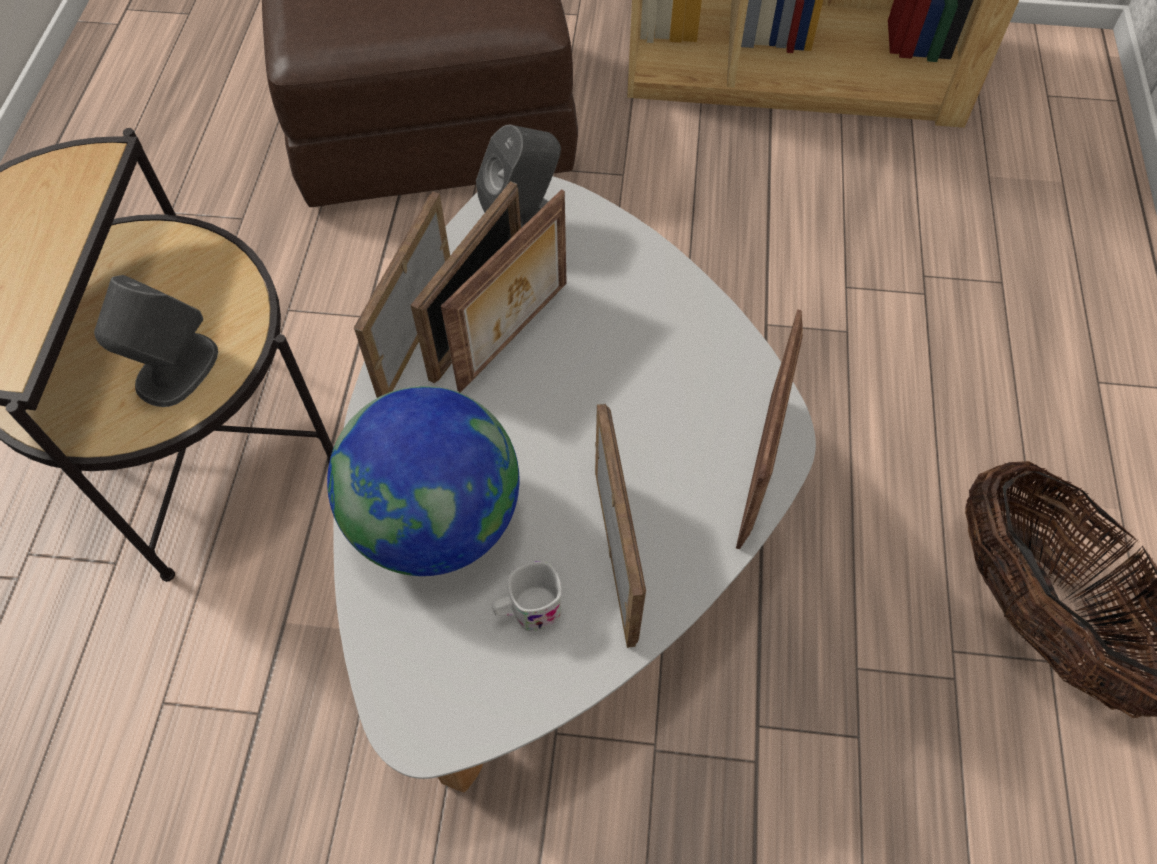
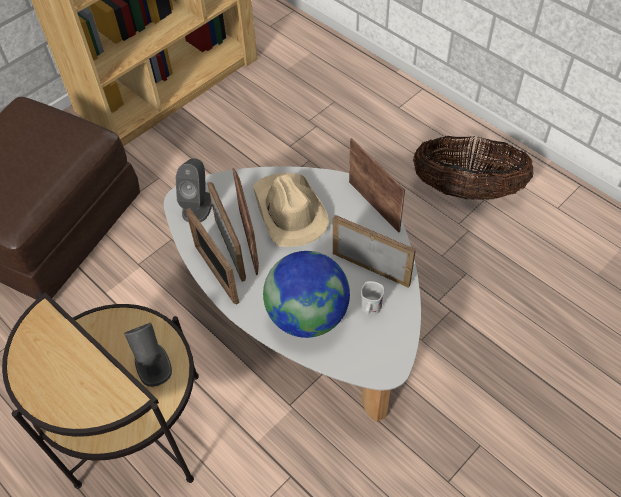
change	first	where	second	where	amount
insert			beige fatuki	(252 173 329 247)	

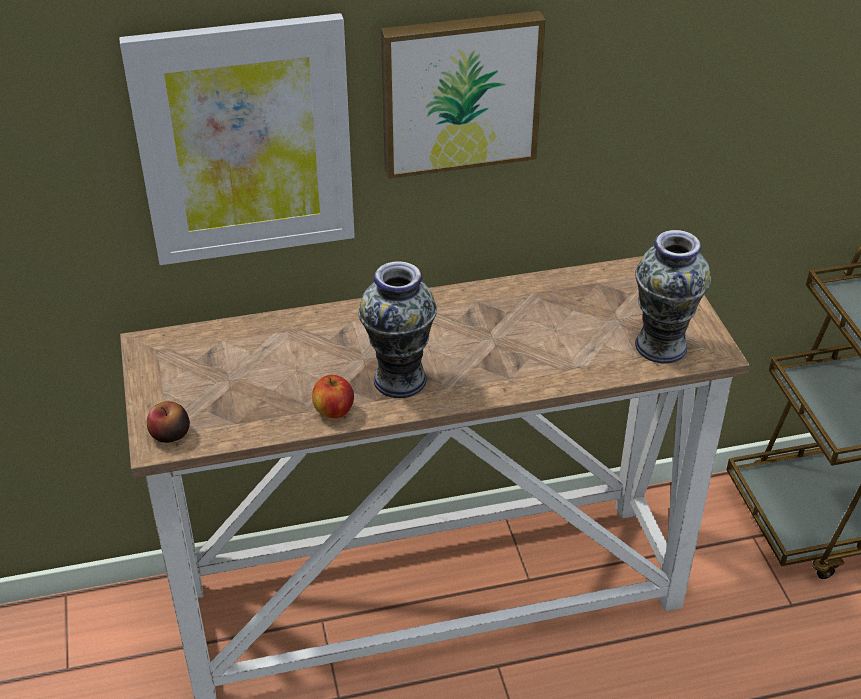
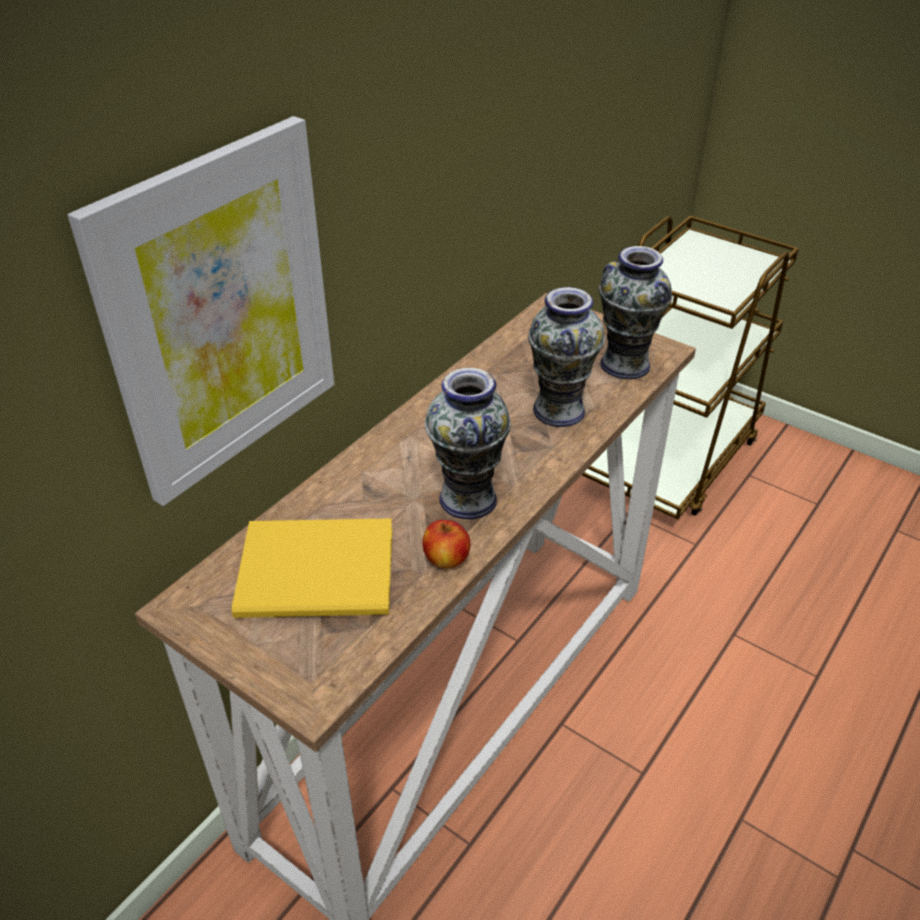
change	first	where	second	where	amount
insert			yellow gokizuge	(232 518 392 618)	
insert			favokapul	(528 287 605 427)	
delete	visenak	(147 401 190 443)			
delete	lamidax	(381 11 546 179)			

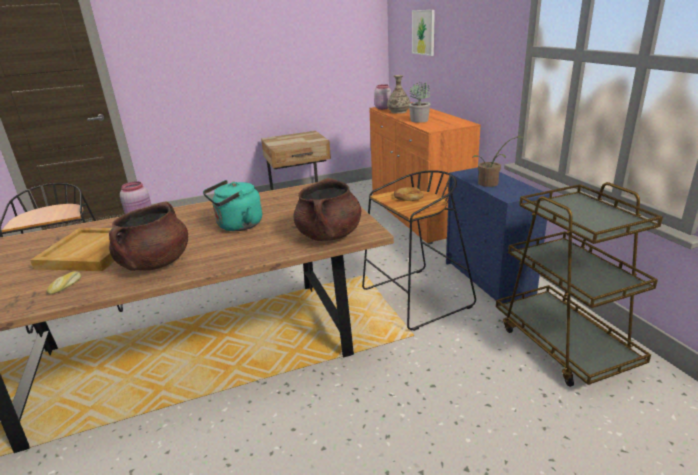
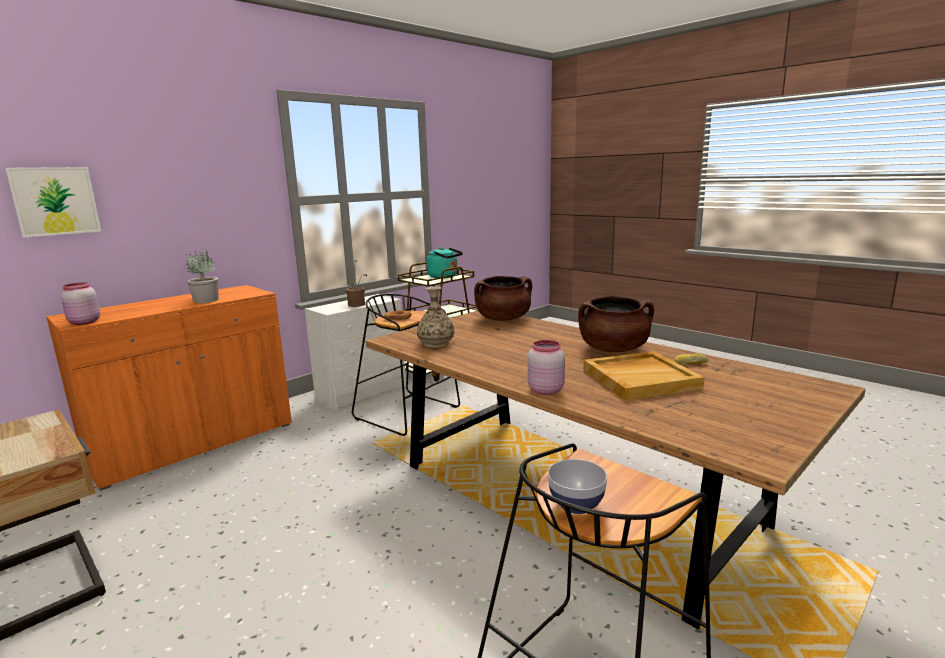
change	first	where	second	where	amount
recolor	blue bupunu	(446 167 550 305)	white bupunu	(305 294 406 411)	
move	favokapul	(387 75 410 114)		(417 287 454 348)	
move	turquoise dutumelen	(203 180 262 231)		(427 247 463 279)	
insert			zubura	(548 459 607 514)	

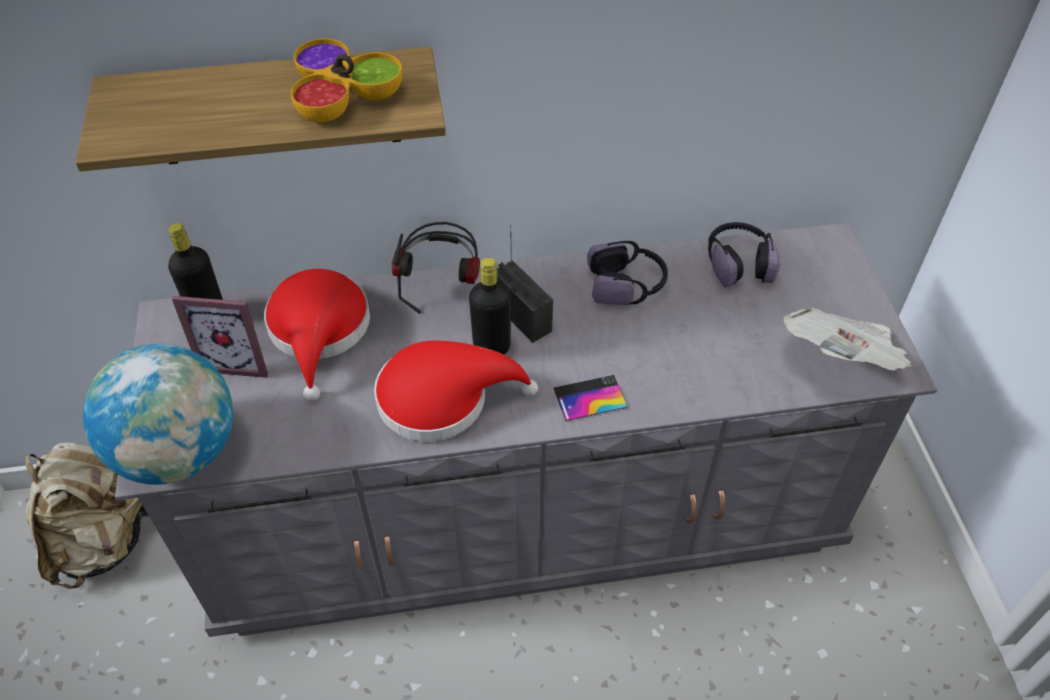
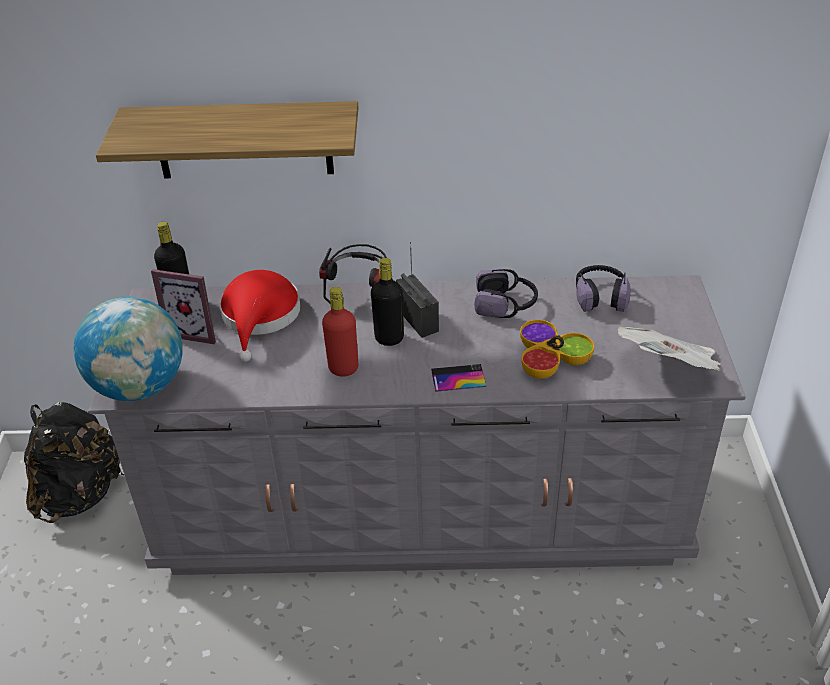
change	first	where	second	where	amount
recolor	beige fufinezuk	(26 442 148 589)	black fufinezuk	(24 402 124 523)	
replace	red fatuki	(374 341 538 442)	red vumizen	(322 287 358 376)	
move	zubura	(291 38 403 122)		(520 320 594 379)	

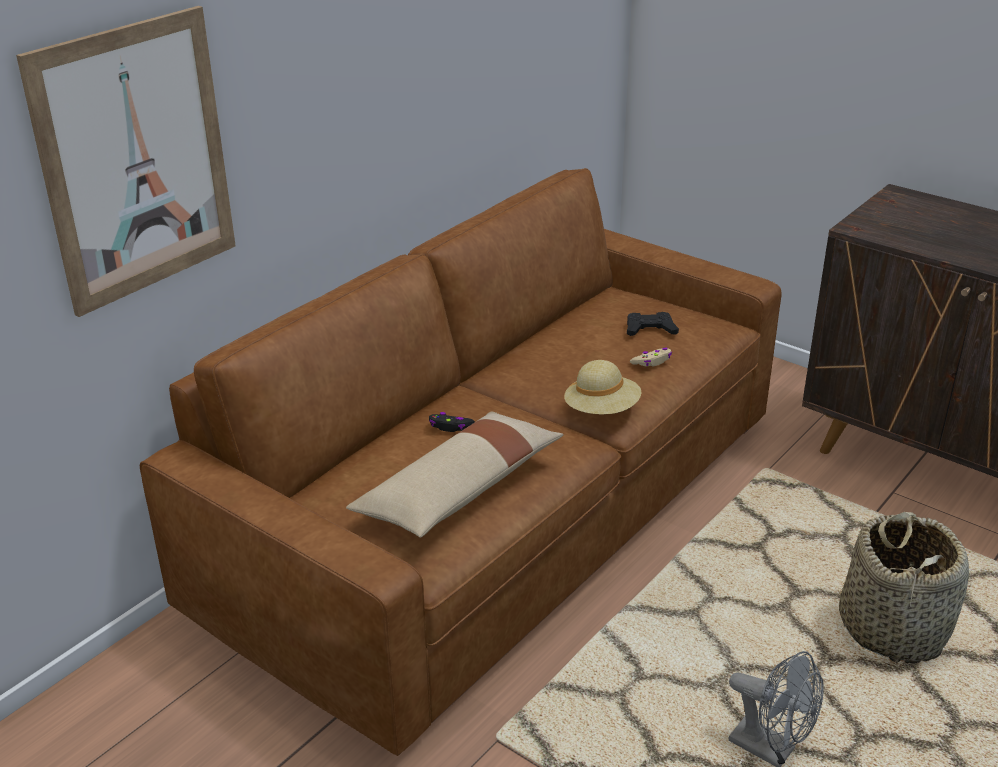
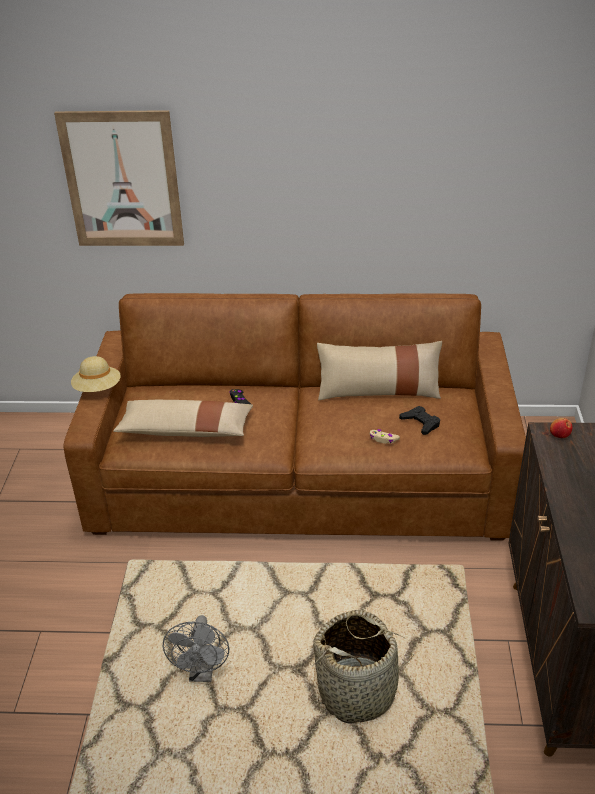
change	first	where	second	where	amount
move	beige fatuki	(564 360 641 415)		(71 356 121 392)	
insert			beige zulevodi	(317 341 442 400)	
insert			visenak	(550 418 572 438)	

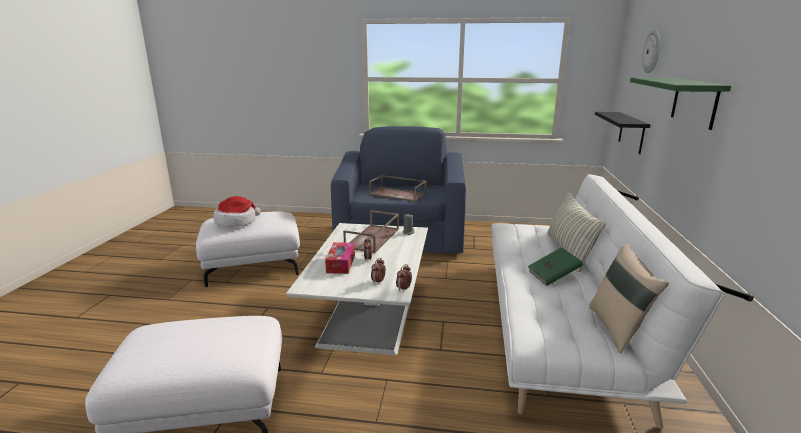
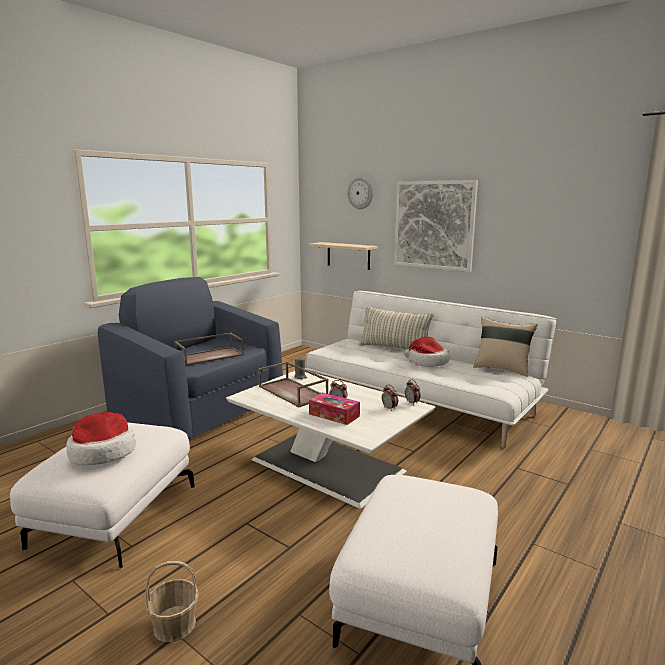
change	first	where	second	where	amount
insert			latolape	(145 561 199 642)	
recolor	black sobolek	(595 112 650 154)	beige sobolek	(309 242 378 270)	
replace	green sobolek	(630 78 731 130)	lamidax	(394 180 478 272)	
replace	green gokizuge	(528 247 583 286)	fatuki	(404 337 449 367)	

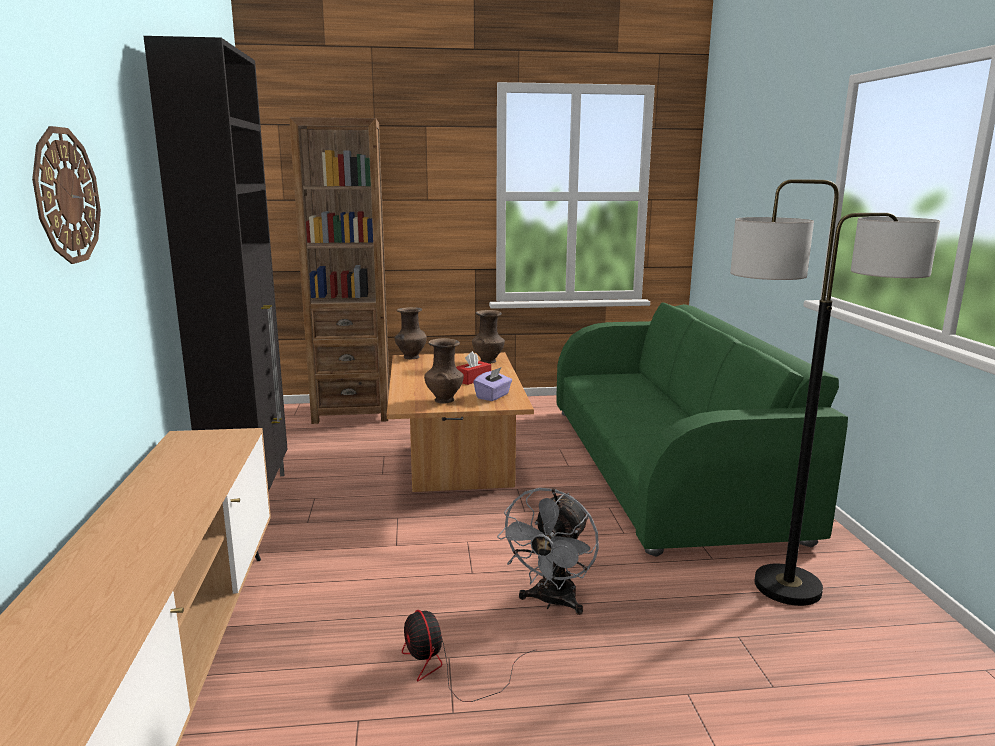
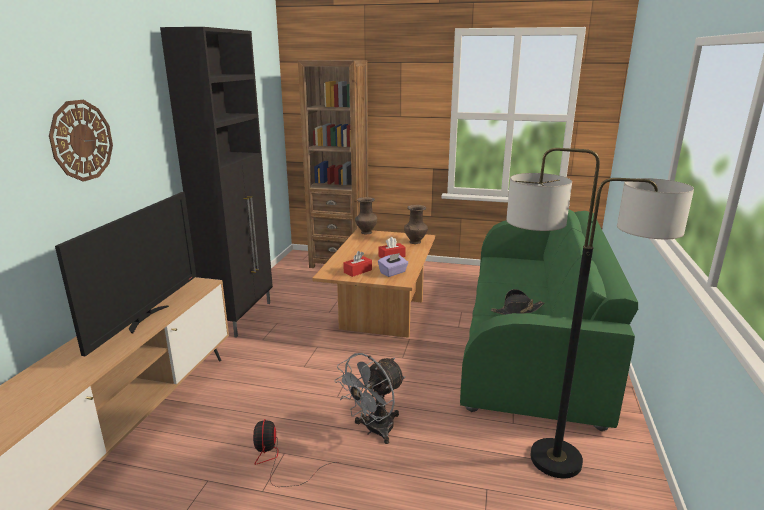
change	first	where	second	where	amount
insert			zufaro	(55 192 196 356)	
replace	brown favokapul	(424 338 464 404)	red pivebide	(343 251 372 277)	
insert			black fatuki	(491 289 544 315)	

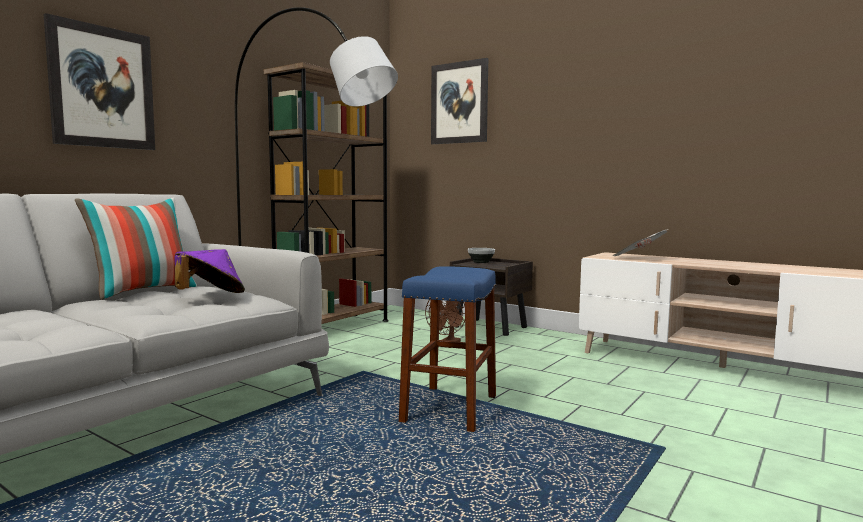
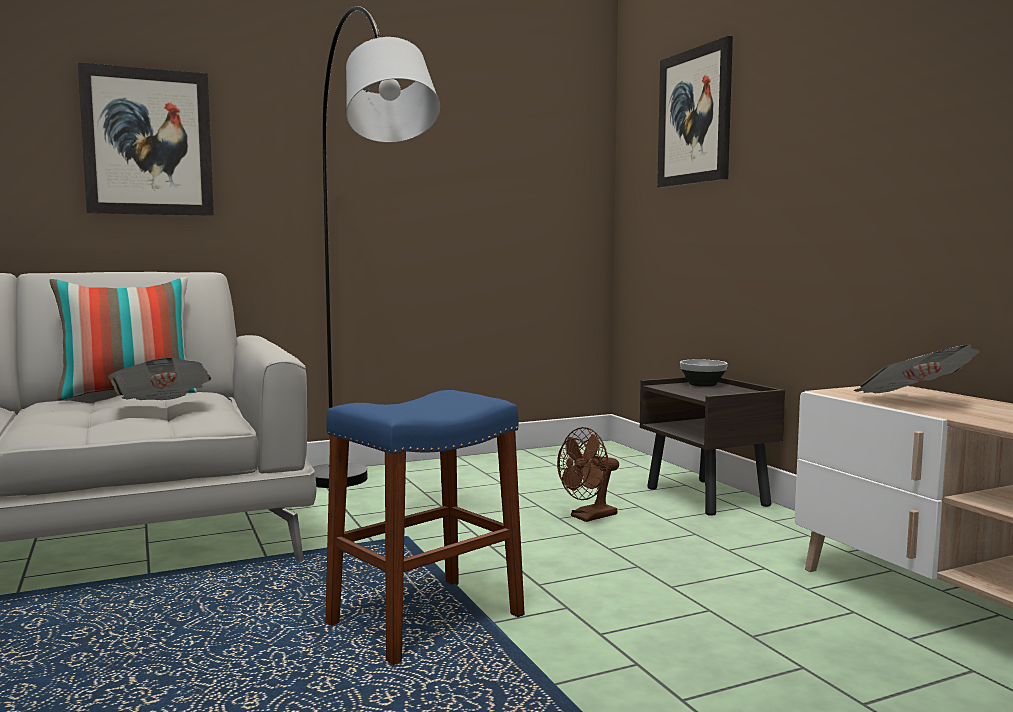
change	first	where	second	where	amount
replace	purple fatuki	(174 249 245 293)	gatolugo	(108 357 211 400)	
delete	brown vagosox	(264 62 389 324)			

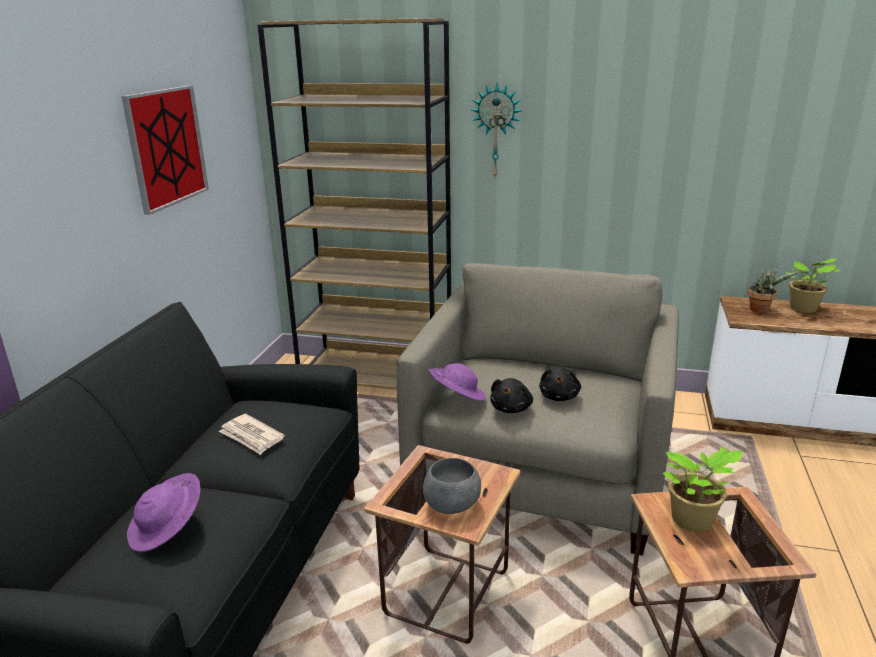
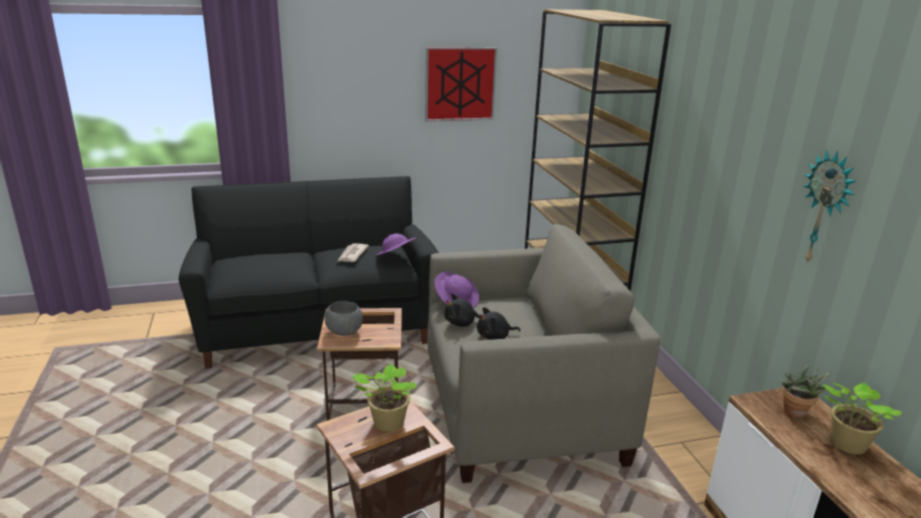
change	first	where	second	where	amount
move	purple fatuki	(127 473 200 552)		(376 234 416 256)	
move	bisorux	(471 84 522 177)		(803 149 856 263)	

